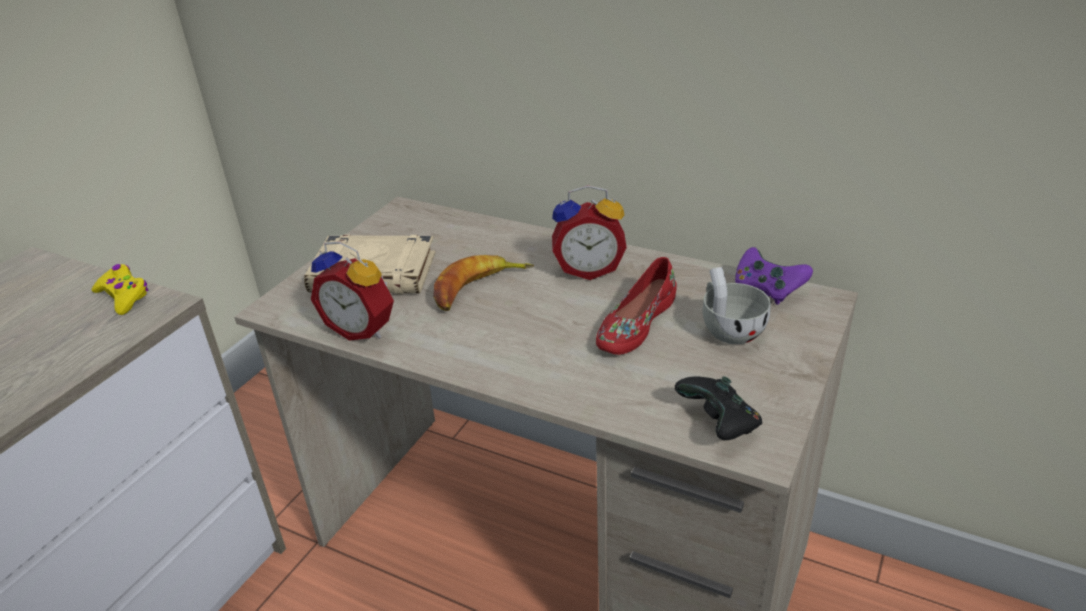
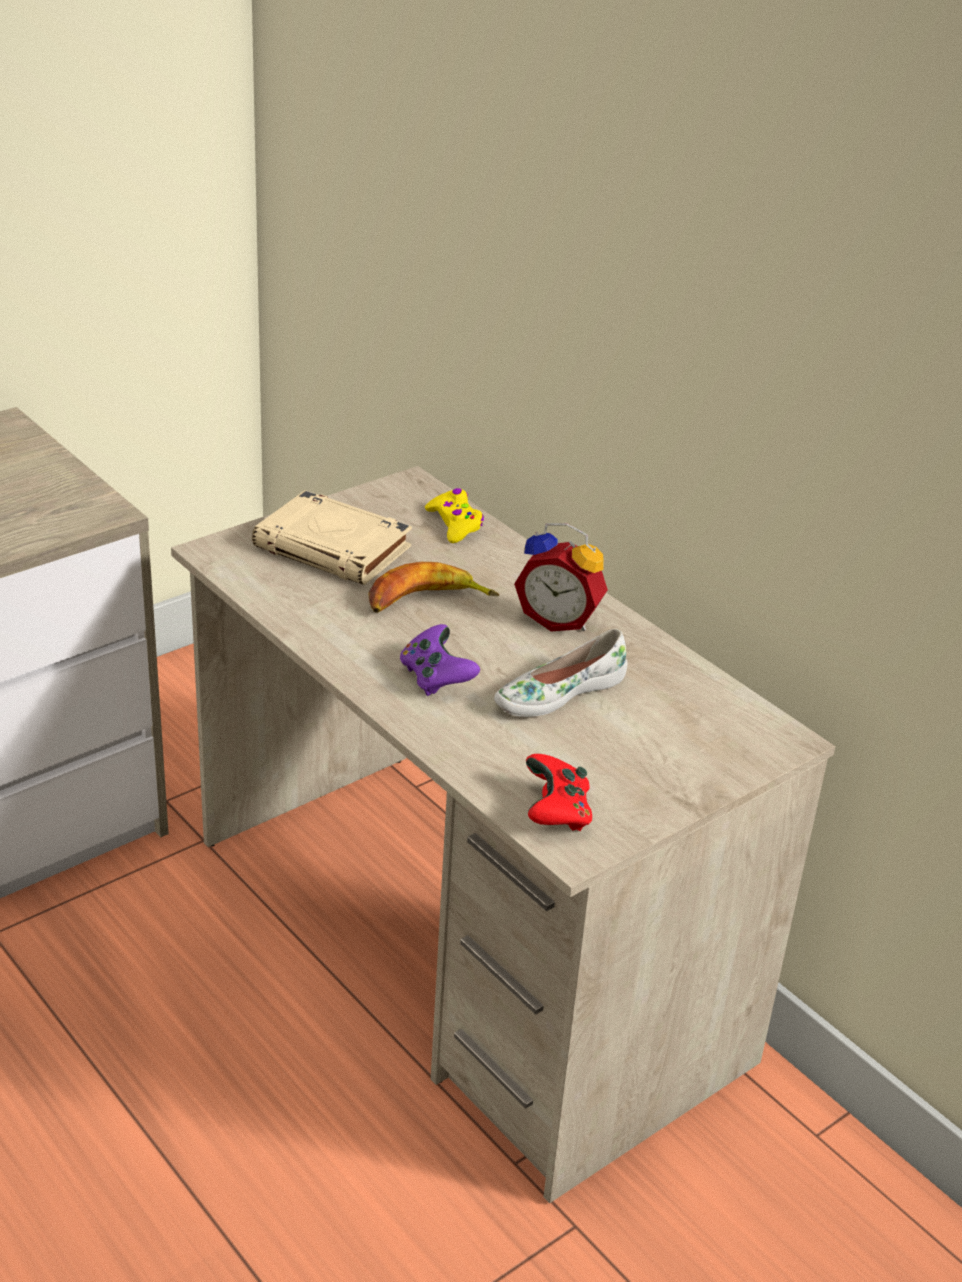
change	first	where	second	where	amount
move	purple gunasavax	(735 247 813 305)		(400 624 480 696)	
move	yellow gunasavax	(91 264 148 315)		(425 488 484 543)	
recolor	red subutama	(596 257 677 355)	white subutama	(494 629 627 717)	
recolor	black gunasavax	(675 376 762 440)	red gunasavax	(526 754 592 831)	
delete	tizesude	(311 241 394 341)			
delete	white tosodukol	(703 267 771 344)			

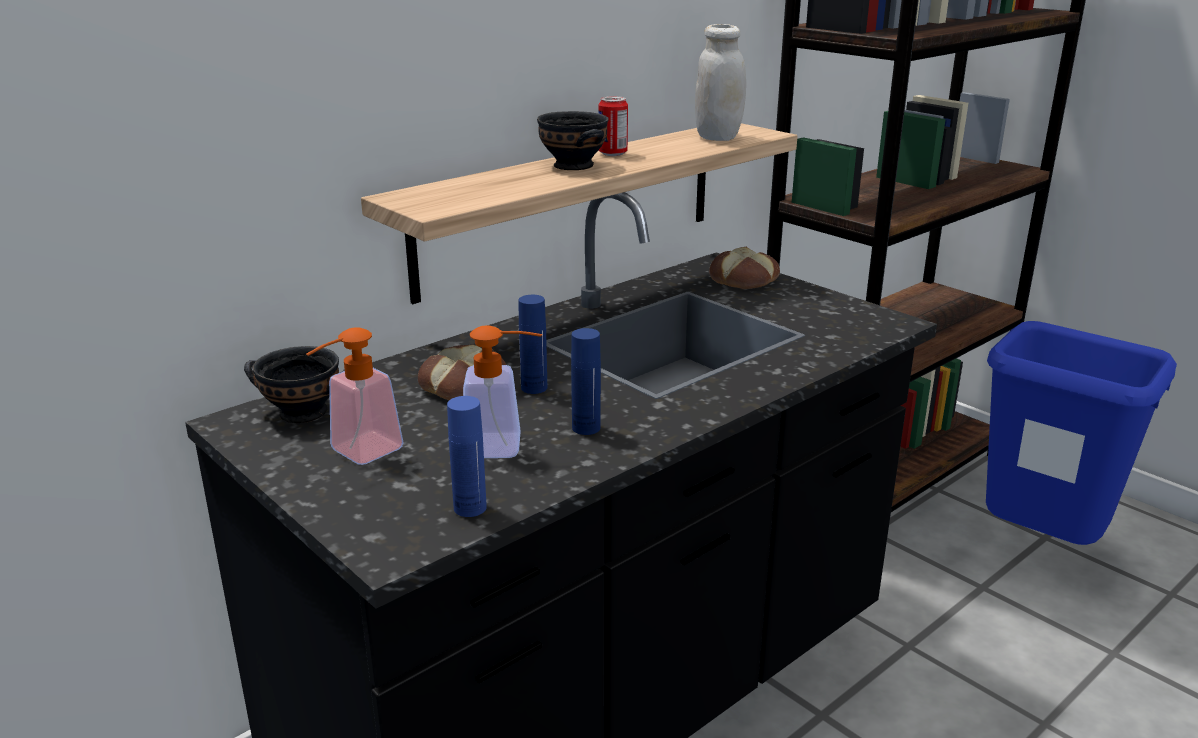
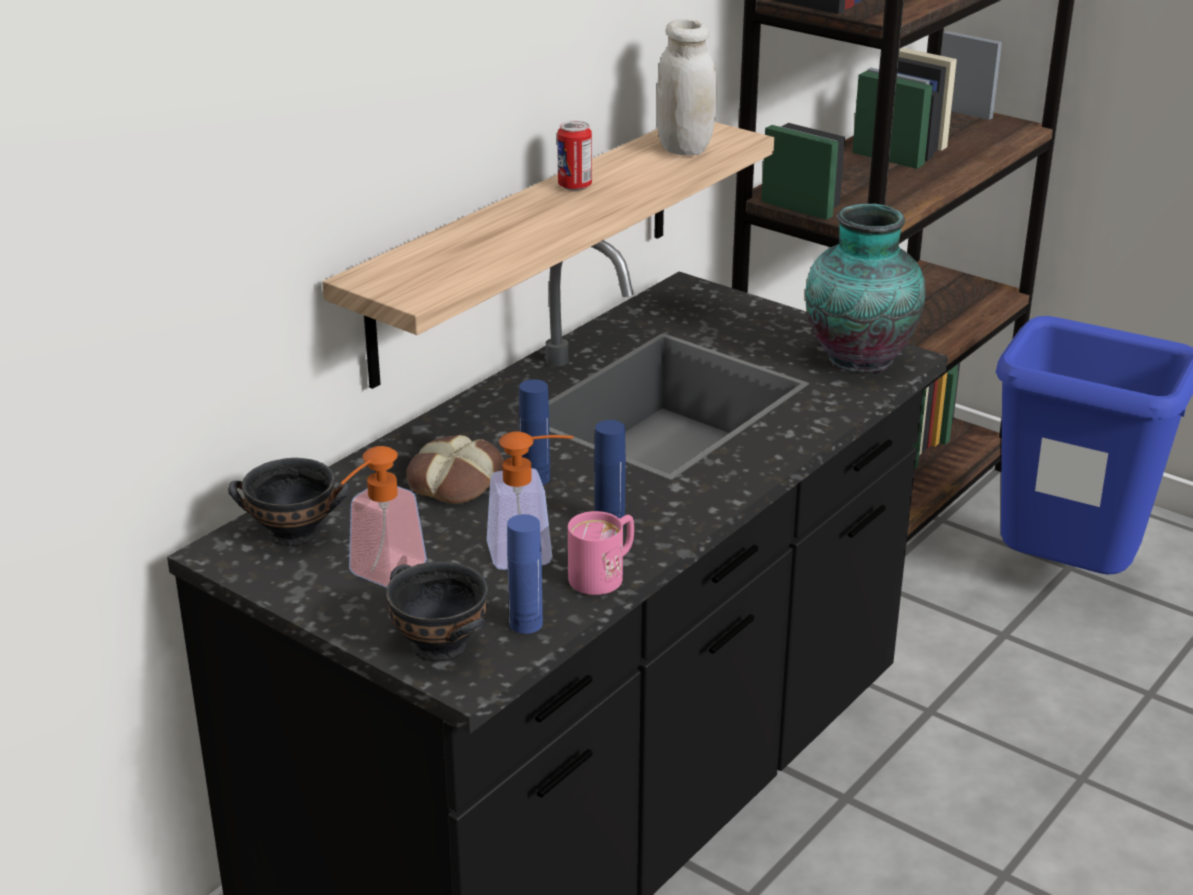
change	first	where	second	where	amount
move	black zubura	(537 111 609 170)		(386 561 488 662)	
insert			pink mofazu	(568 511 634 595)	
insert			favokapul	(805 203 926 373)	
delete	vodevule	(709 247 780 289)			

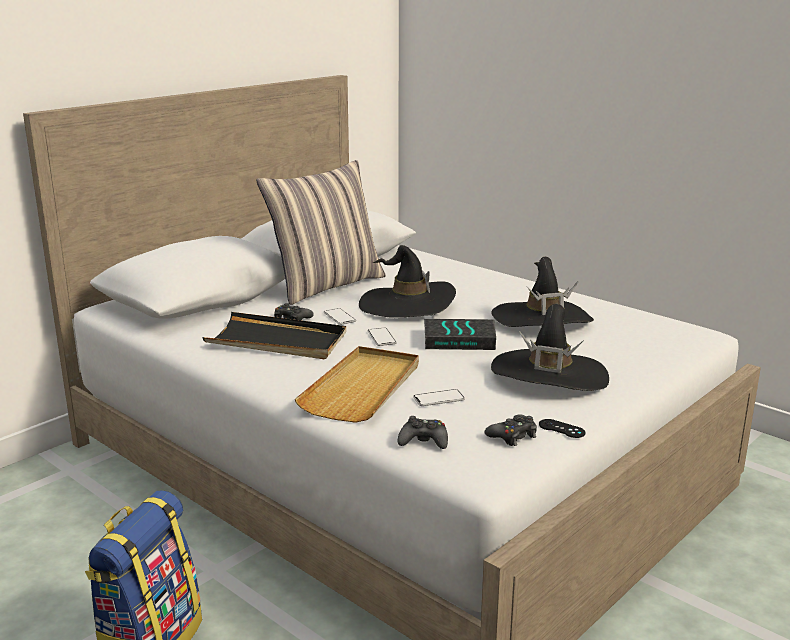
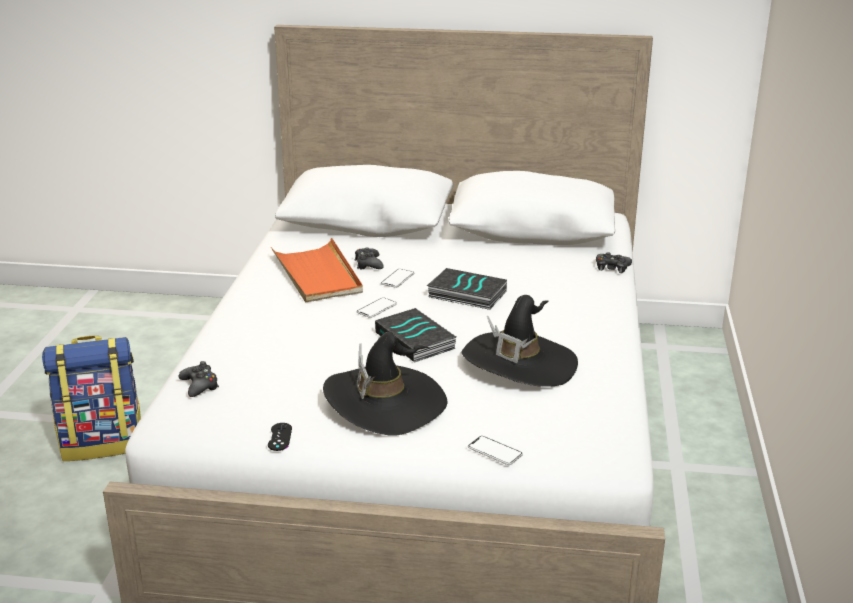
change	first	where	second	where	amount
recolor	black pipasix	(202 312 346 359)	orange pipasix	(271 238 363 303)	
replace	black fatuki	(359 245 456 318)	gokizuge	(427 268 507 310)	
move	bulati	(413 389 465 406)		(468 436 523 465)	
move	black gunasavax	(485 414 537 446)		(596 252 632 273)	
delete	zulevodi	(256 160 386 305)			
delete	beige pipasix	(295 346 419 423)			

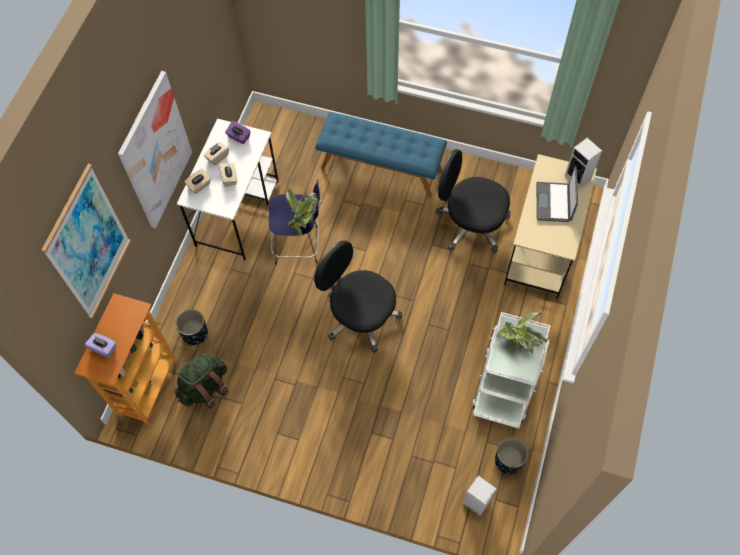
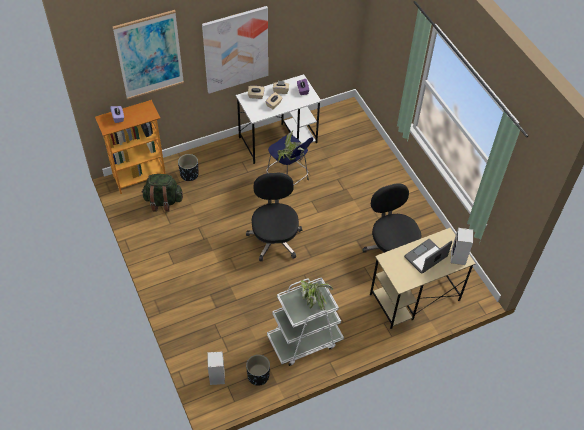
change	first	where	second	where	amount
delete	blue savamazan	(315 112 447 197)			

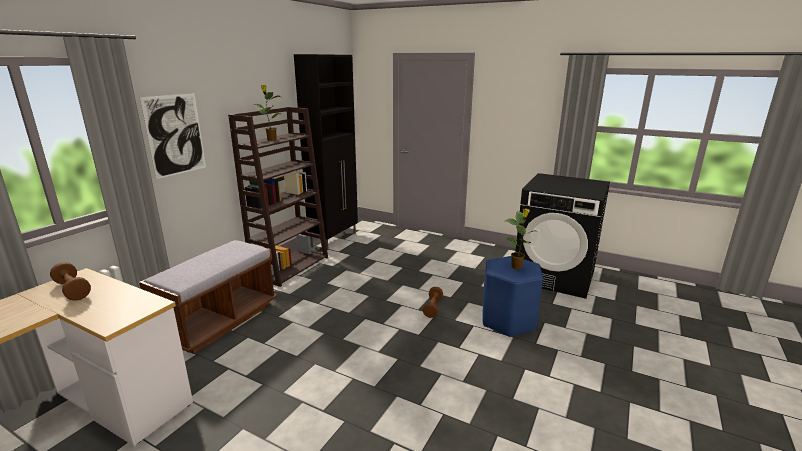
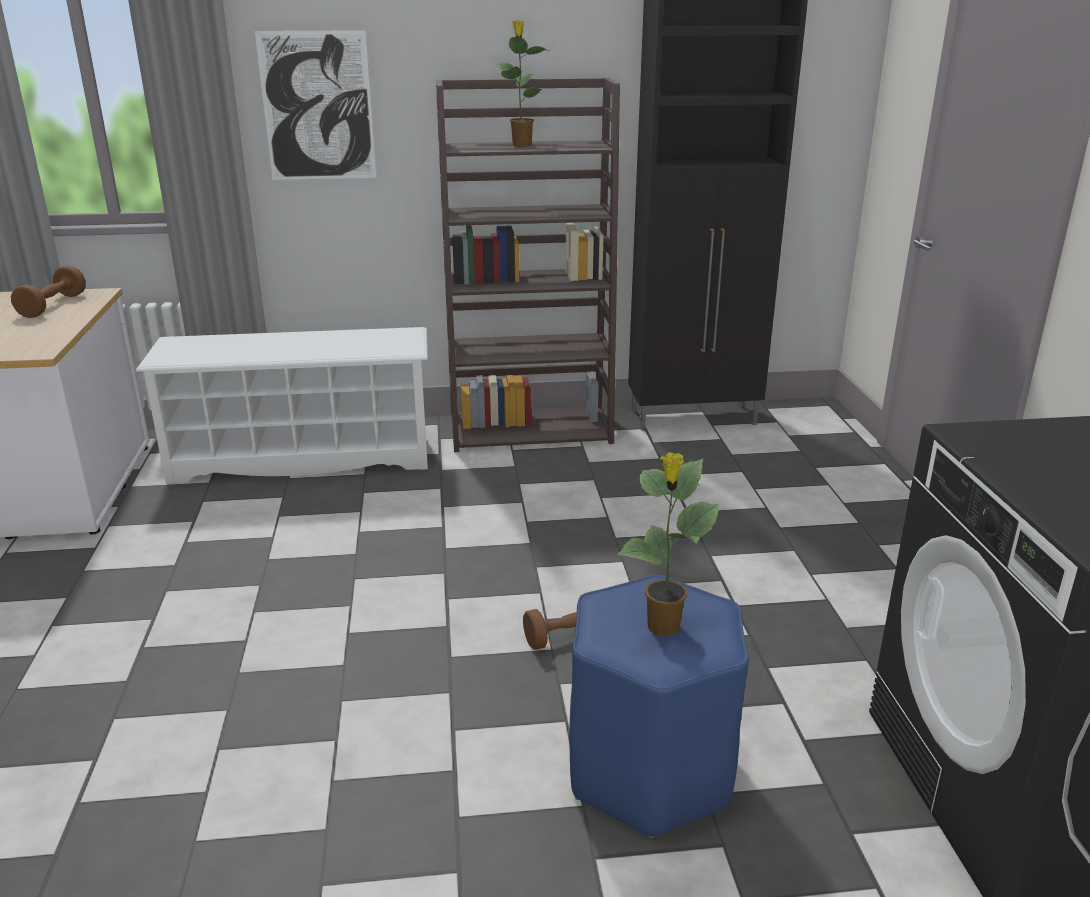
change	first	where	second	where	amount
replace	brown savamazan	(139 240 276 354)	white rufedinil	(136 327 428 483)	

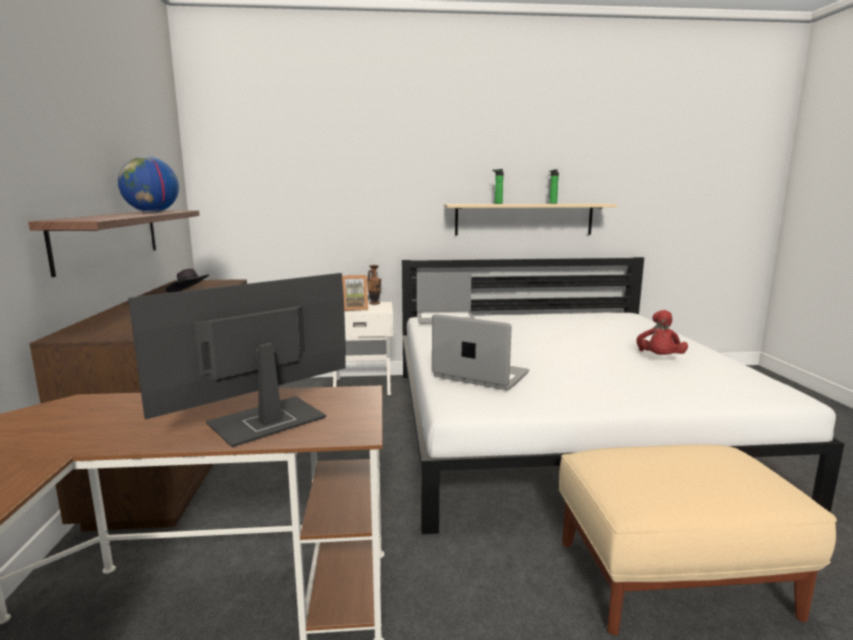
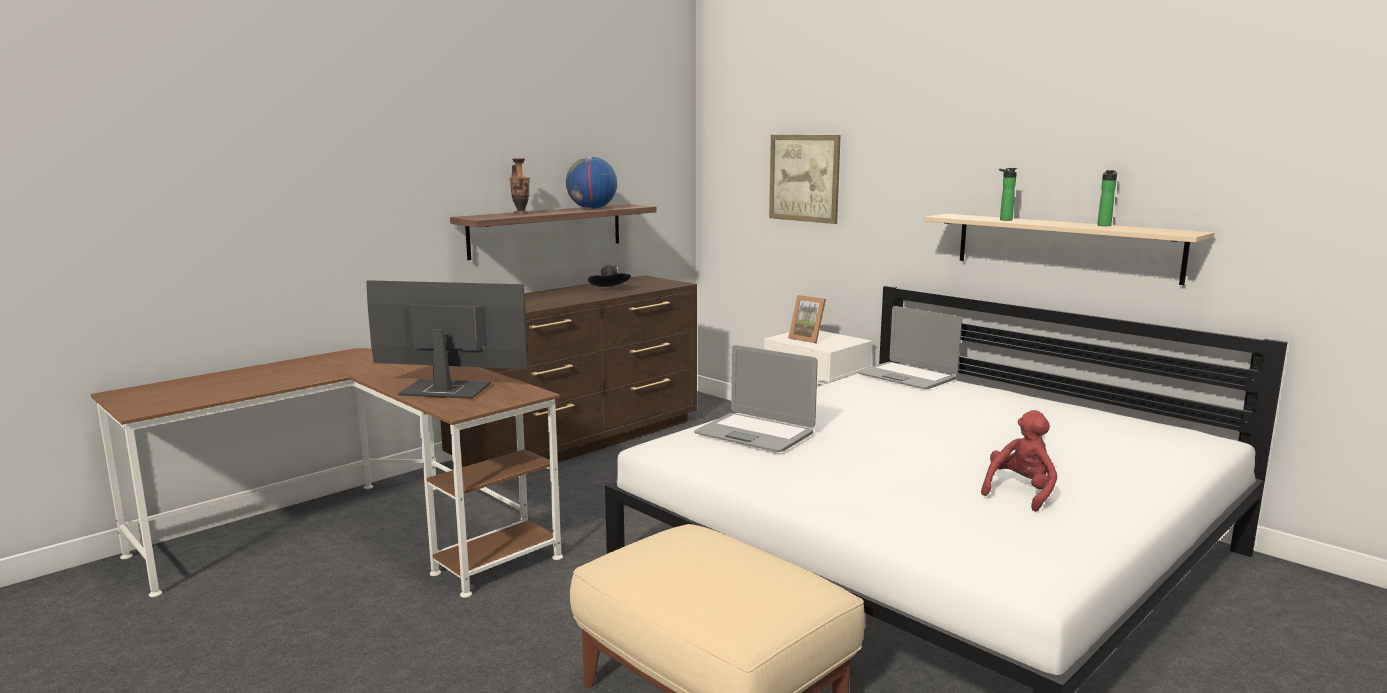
change	first	where	second	where	amount
move	favokapul	(367 265 381 305)		(510 158 530 214)	
rotate	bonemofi	(432 314 529 390)		(694 345 818 452)	135 degrees clockwise
insert			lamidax	(769 135 841 224)	
rotate	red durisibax	(636 310 688 355)		(981 410 1058 512)	150 degrees clockwise

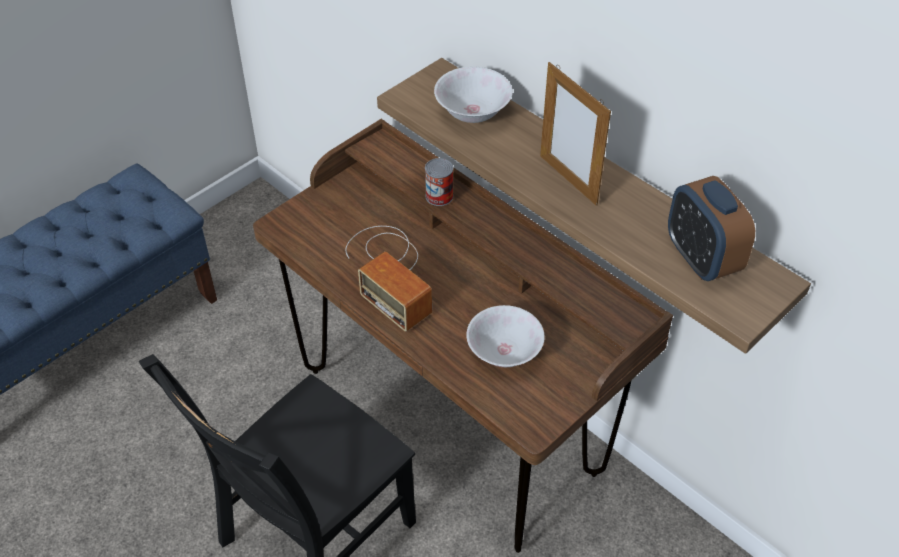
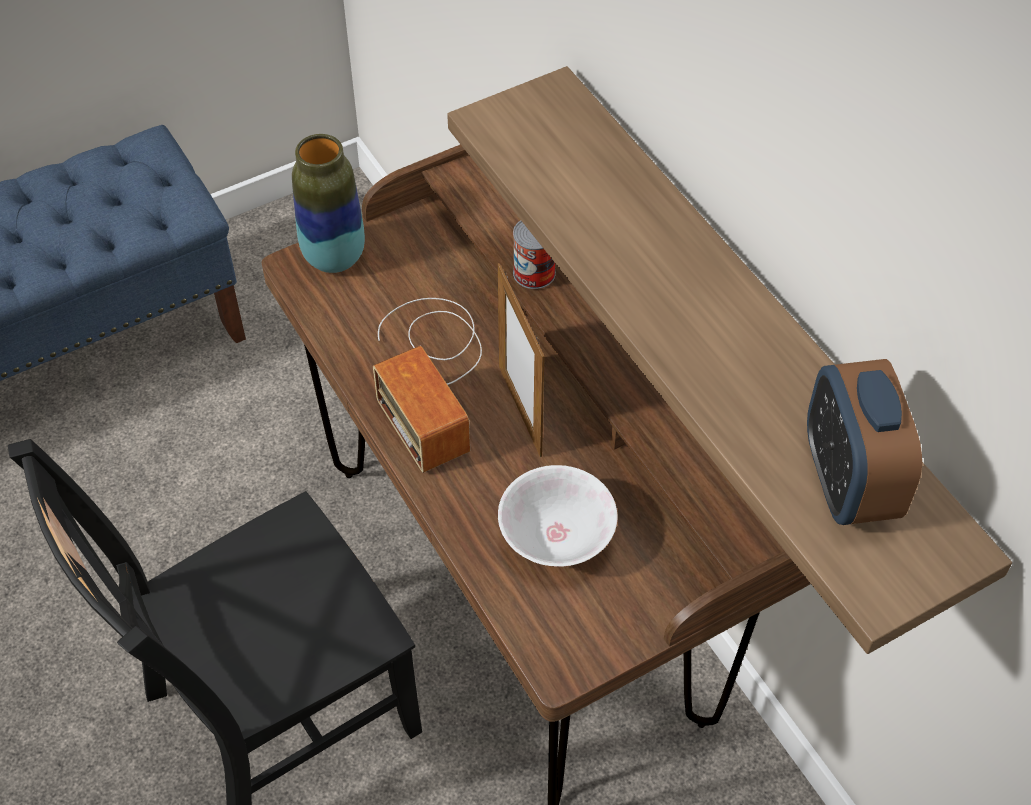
change	first	where	second	where	amount
insert			favokapul	(292 134 365 273)	
move	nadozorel	(540 62 611 206)		(498 263 545 457)	
delete	white zubura	(434 67 513 123)			

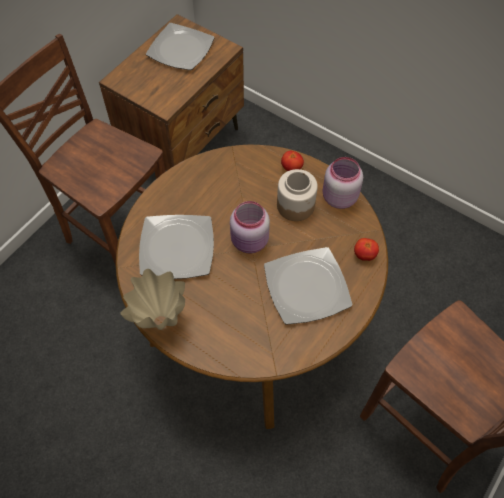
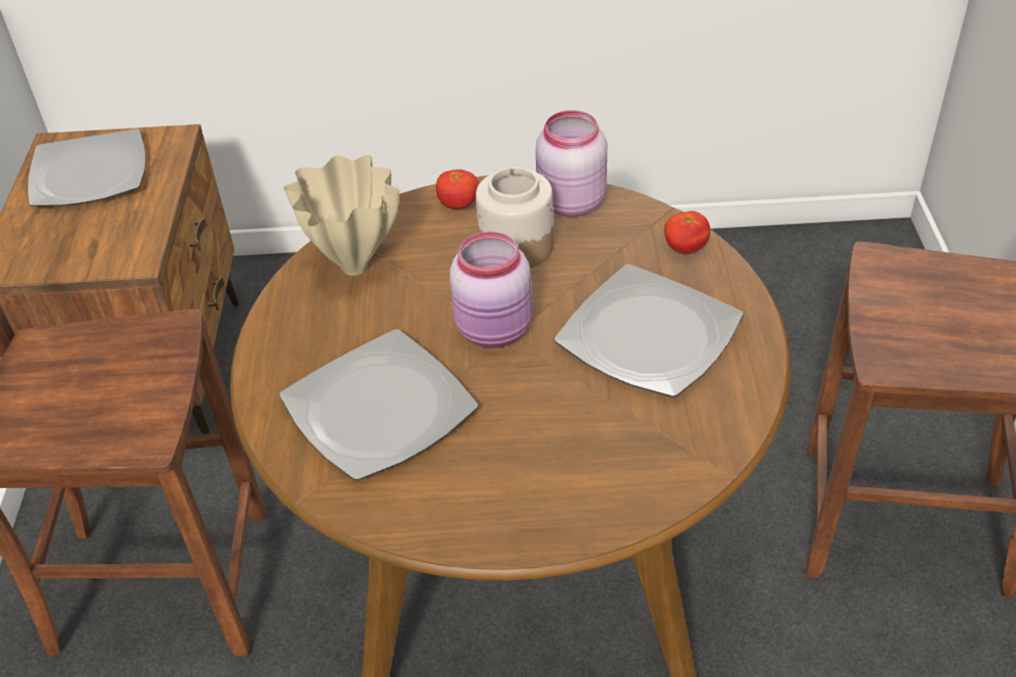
change	first	where	second	where	amount
move	beige favokapul	(120 269 185 330)		(284 155 399 275)	

